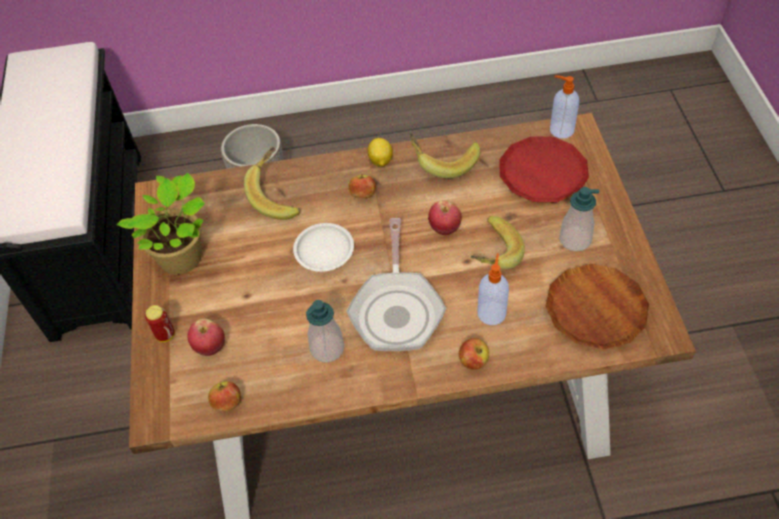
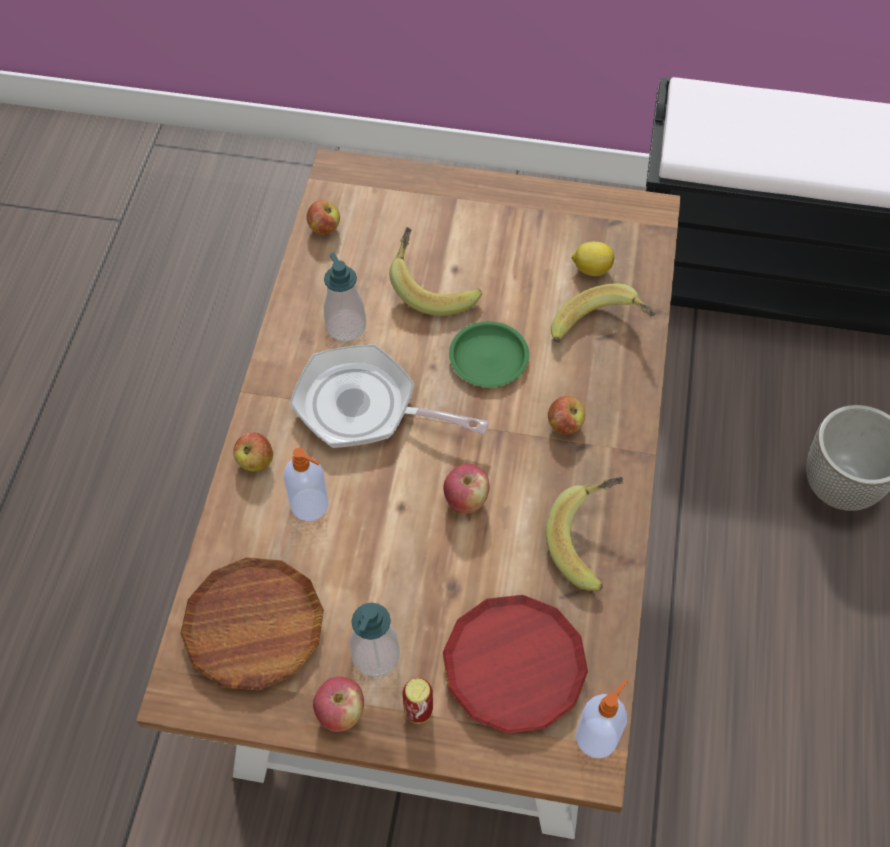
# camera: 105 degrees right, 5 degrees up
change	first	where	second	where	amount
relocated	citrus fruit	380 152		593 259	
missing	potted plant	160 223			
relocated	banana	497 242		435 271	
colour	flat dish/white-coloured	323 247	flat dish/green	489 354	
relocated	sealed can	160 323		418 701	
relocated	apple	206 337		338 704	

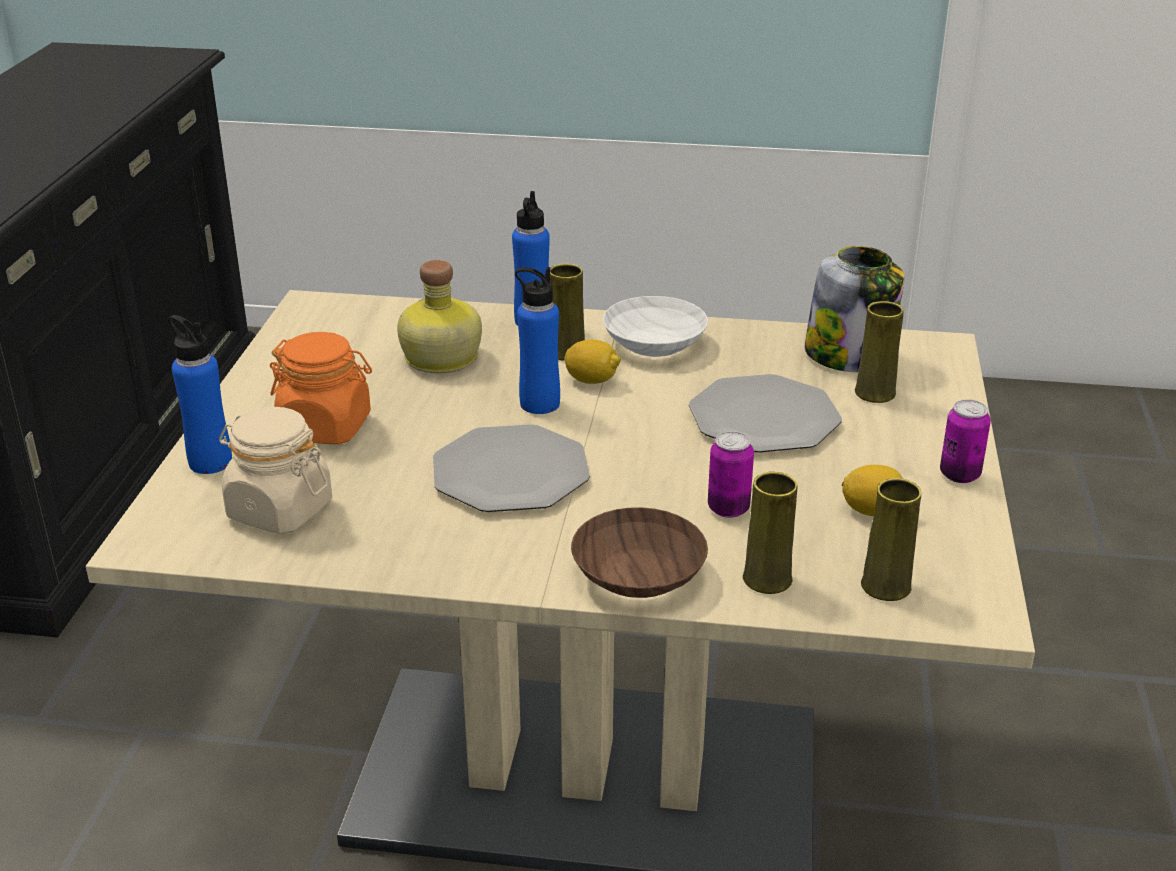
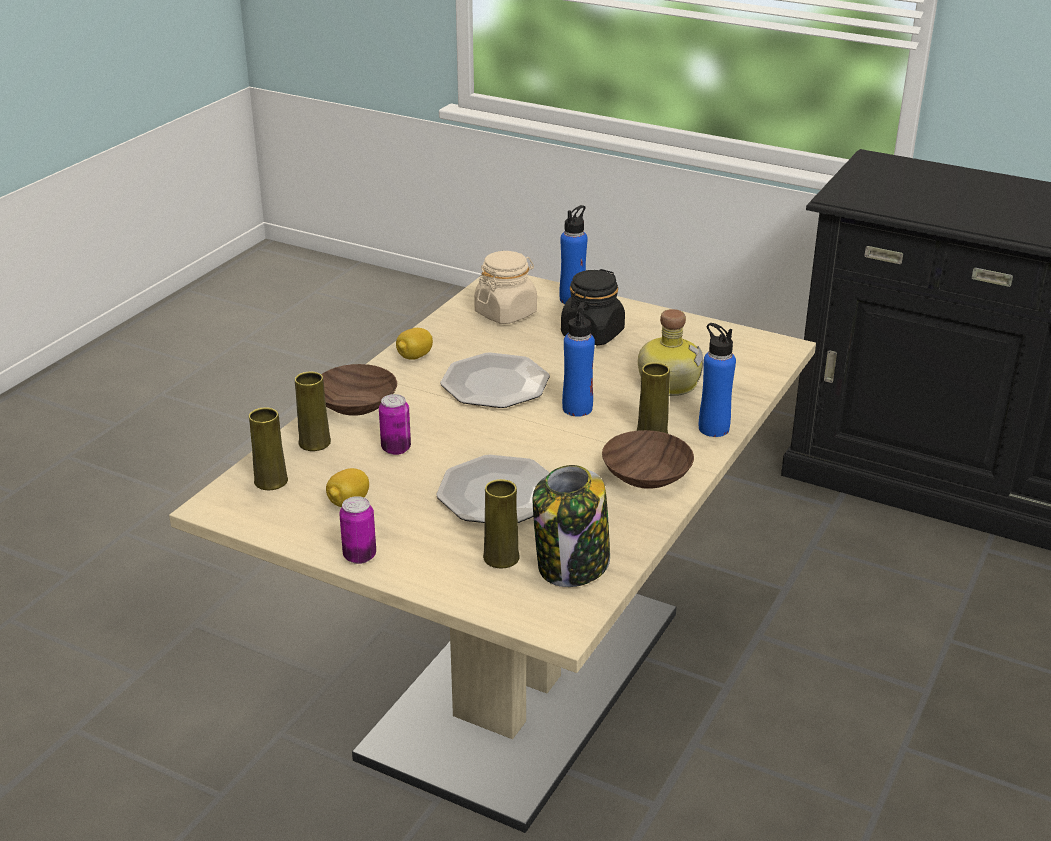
# camera: 110 degrees right, 0 degrees up
change	first	where	second	where	amount
colour	deep dish/white-coloured	655 326	deep dish/brown	648 459	
colour	preserve jar/orangey	321 388	preserve jar/blackish	593 307	
relocated	citrus fruit	592 362		414 344	

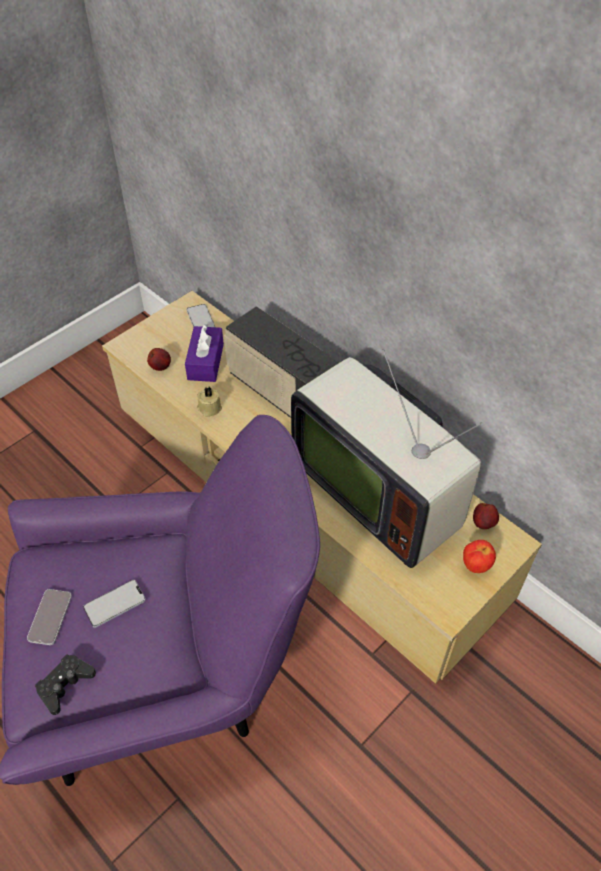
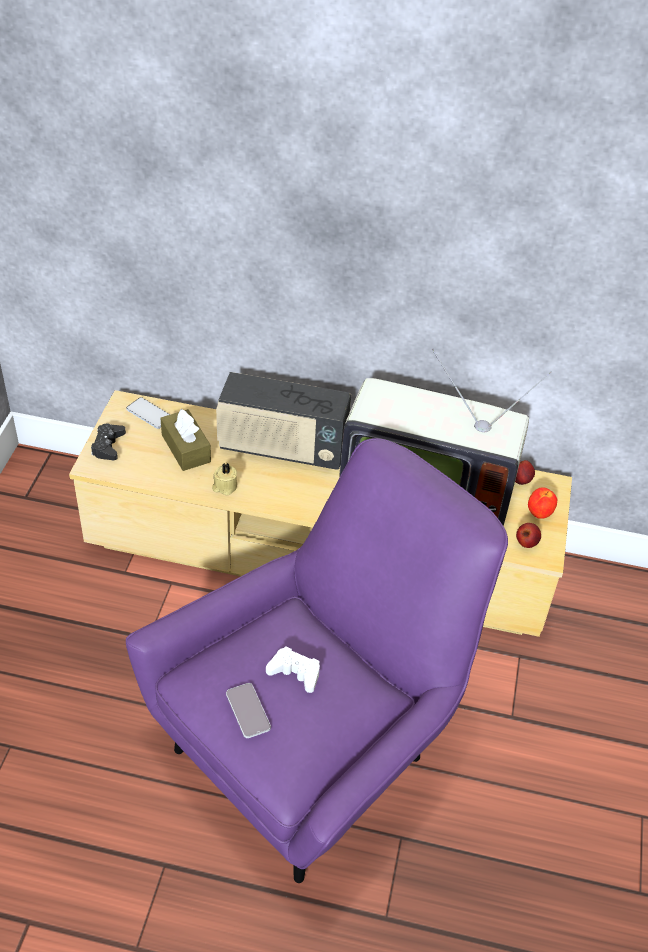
# camera: 35 degrees left, 5 degrees down
change	first	where	second	where	amount
colour	box of tissues/purple	204 353	box of tissues/brown	185 440	
relocated	apple	159 359		528 535	
exchanged	telephone	114 604	game controller/white-coloured	293 669	
relocated	game controller/blackish	65 684		108 442	

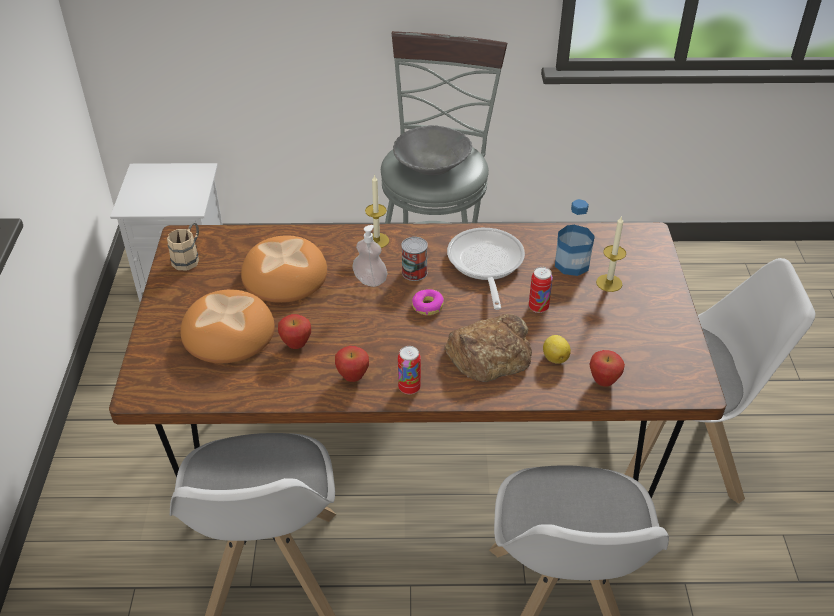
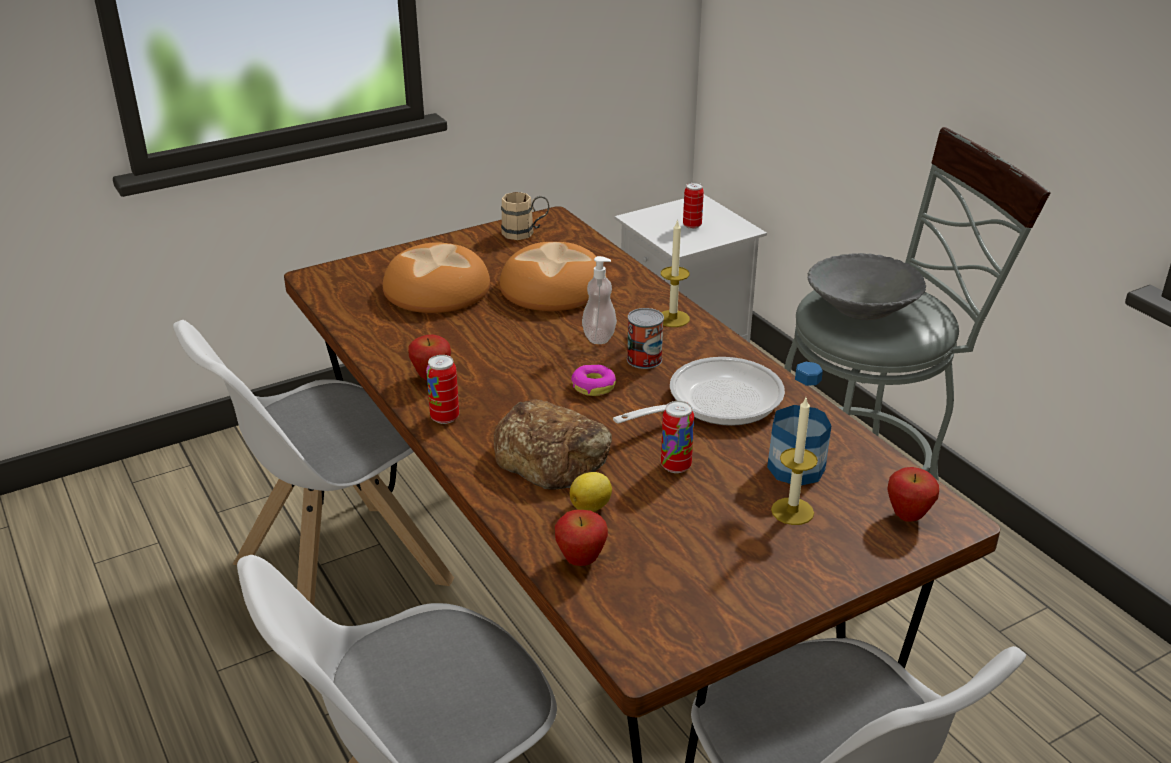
# camera: 60 degrees right, 10 degrees down
change	first	where	second	where	amount
relocated	apple	294 331		913 494	
appeared			sealed can	693 205	

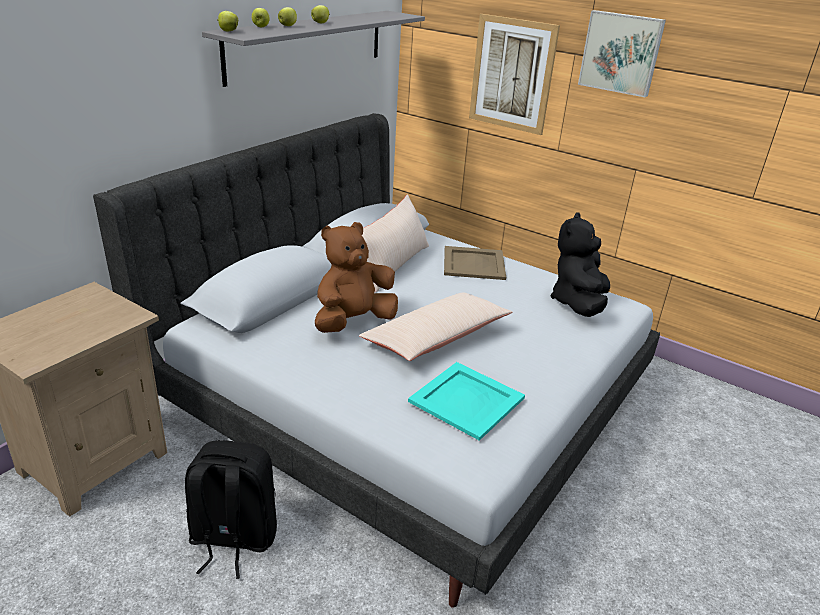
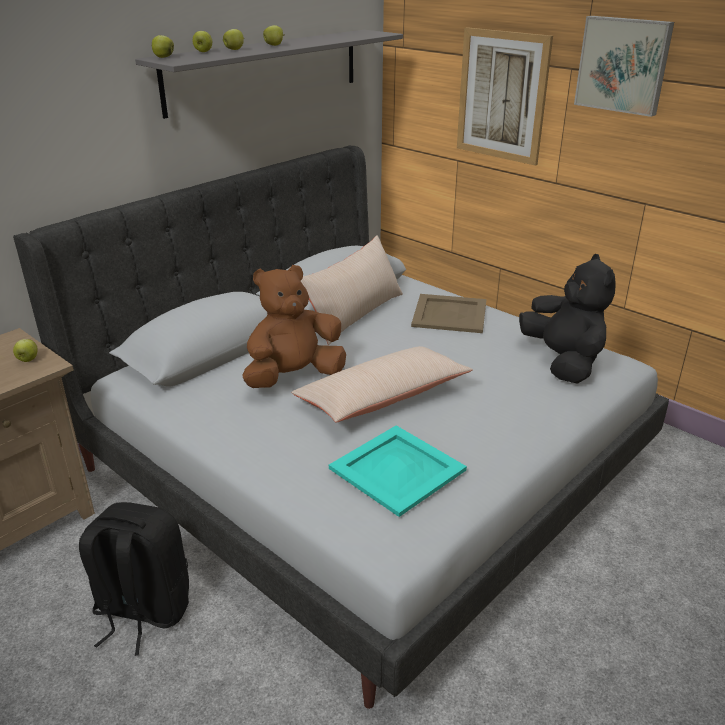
# camera: 10 degrees right, 0 degrees up
change	first	where	second	where	amount
spun	cuddly toy/blackish	580 264		567 319	135 degrees clockwise
appeared			apple	25 350	

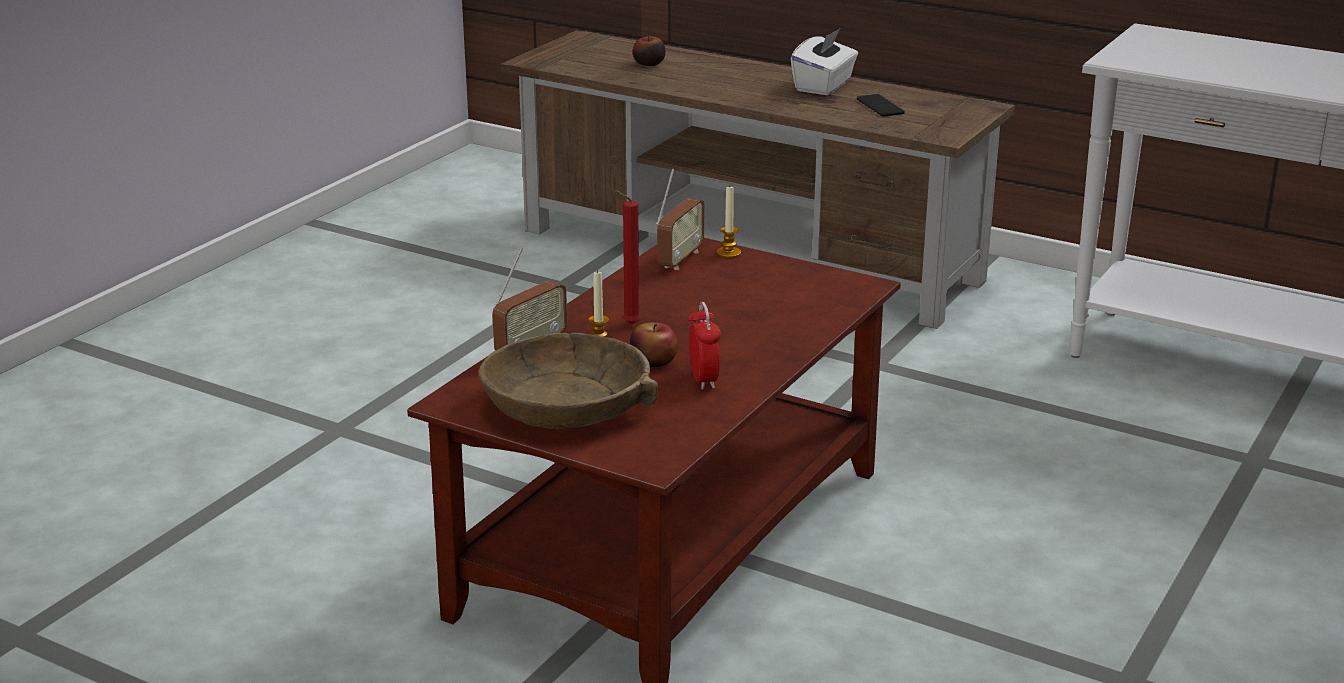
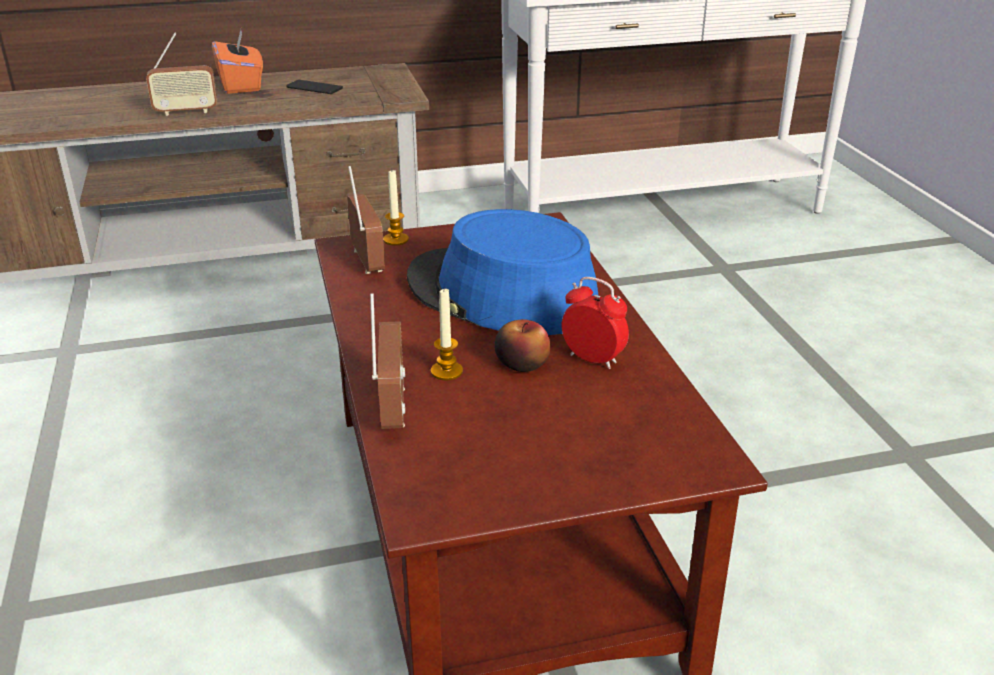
# camera: 45 degrees left, 5 degrees up
change	first	where	second	where	amount
colour	box of tissues/white-coloured	824 62	box of tissues/orangey	237 62	
missing	apple	649 50			
missing	candle/red	628 257			
missing	deep dish/brown	568 381			
appeared			radio	181 74	
appeared			wearable hat/bluish	502 272	

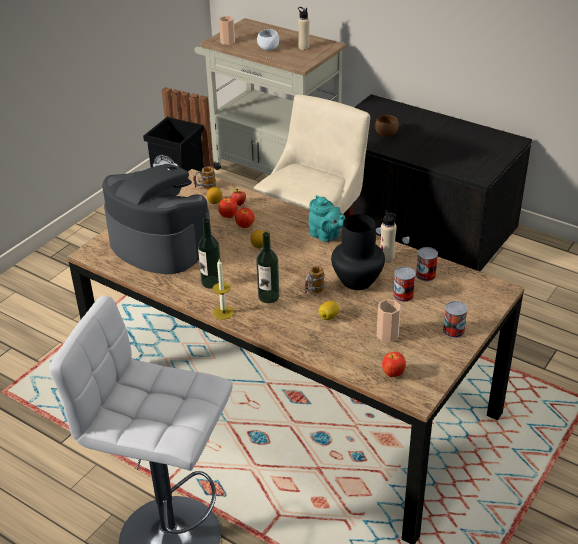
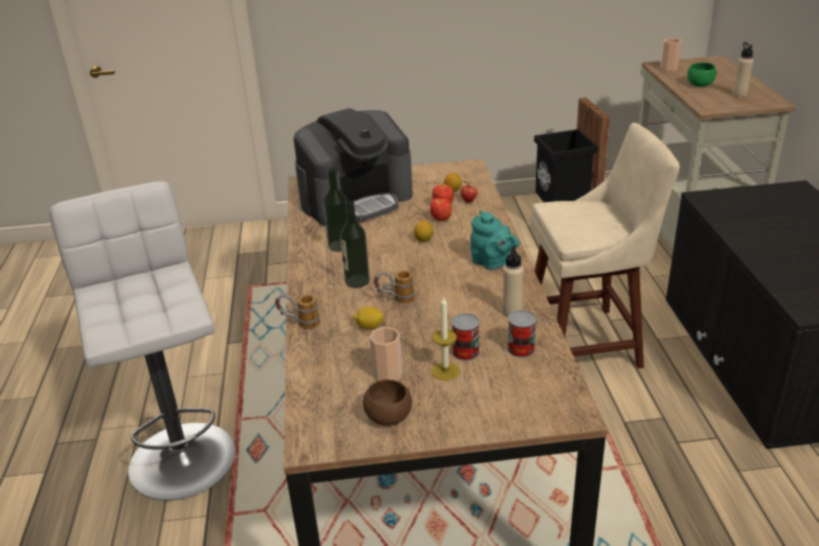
# camera: 50 degrees right, 5 degrees down
change	first	where	second	where	amount
colour	deep dish/white-coloured	268 39	deep dish/green	701 74	
relocated	deep dish/brown	387 126		387 402	
spun	coffee maker	156 219		353 167	60 degrees clockwise
relocated	coffee mug	204 178		297 311	
spun	pot for tea/blue-green	327 218		494 240	45 degrees counterclockwise
missing	vase/blackish	358 252			
relocated	candle	223 289		446 338	
missing	sealed can	455 319			
missing	apple	394 364			

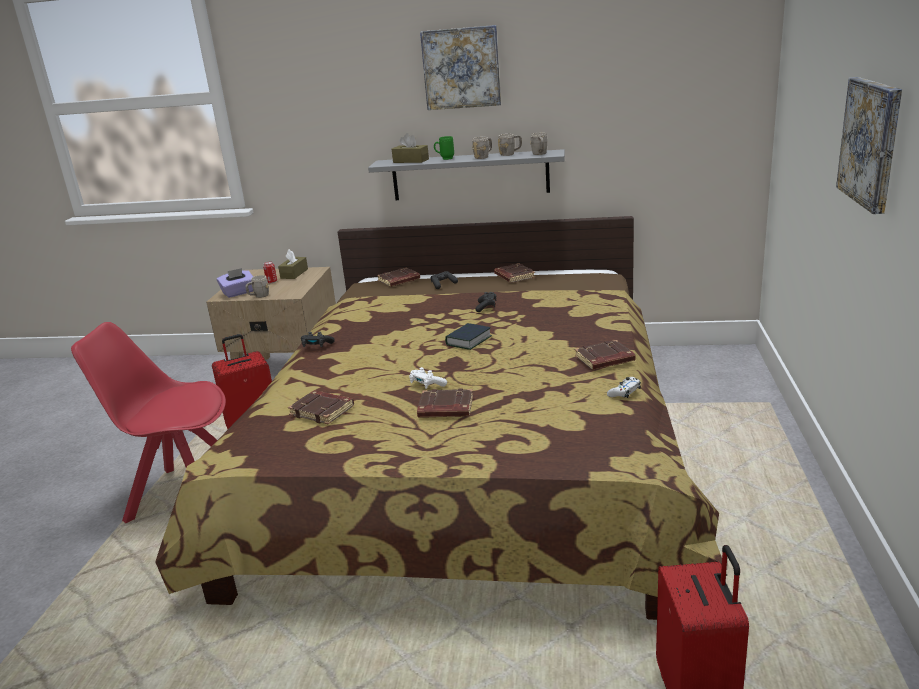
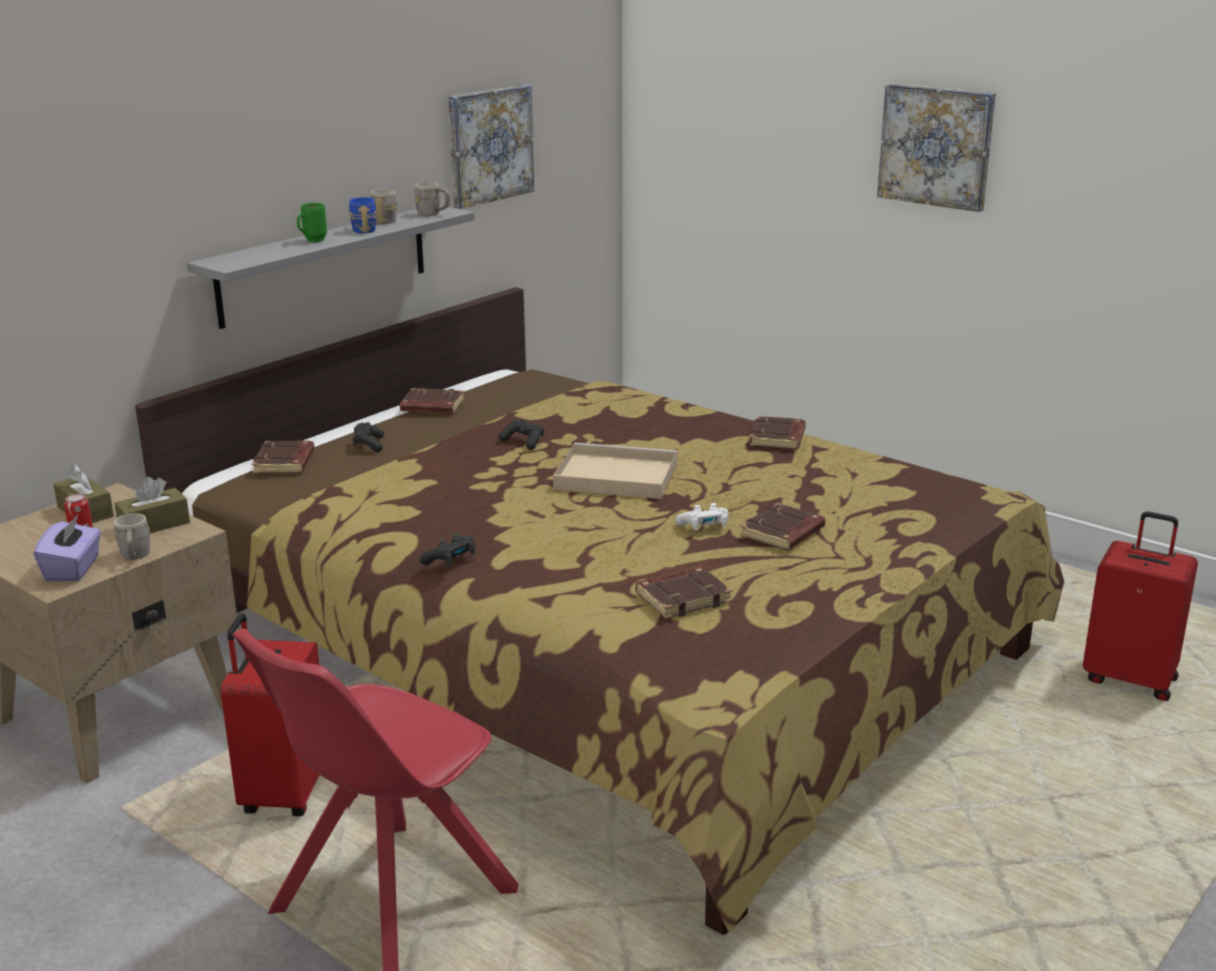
# camera: 60 degrees left, 0 degrees up
change	first	where	second	where	amount
relocated	wall picture	460 67		491 147	
relocated	box of tissues/brown	410 148		152 505	
colour	coffee mug/greyish	482 148	coffee mug/bluish	363 215	
exchanged	volume	468 336	tray/sand-coloured	615 471	
missing	game controller/white-coloured	624 387			

